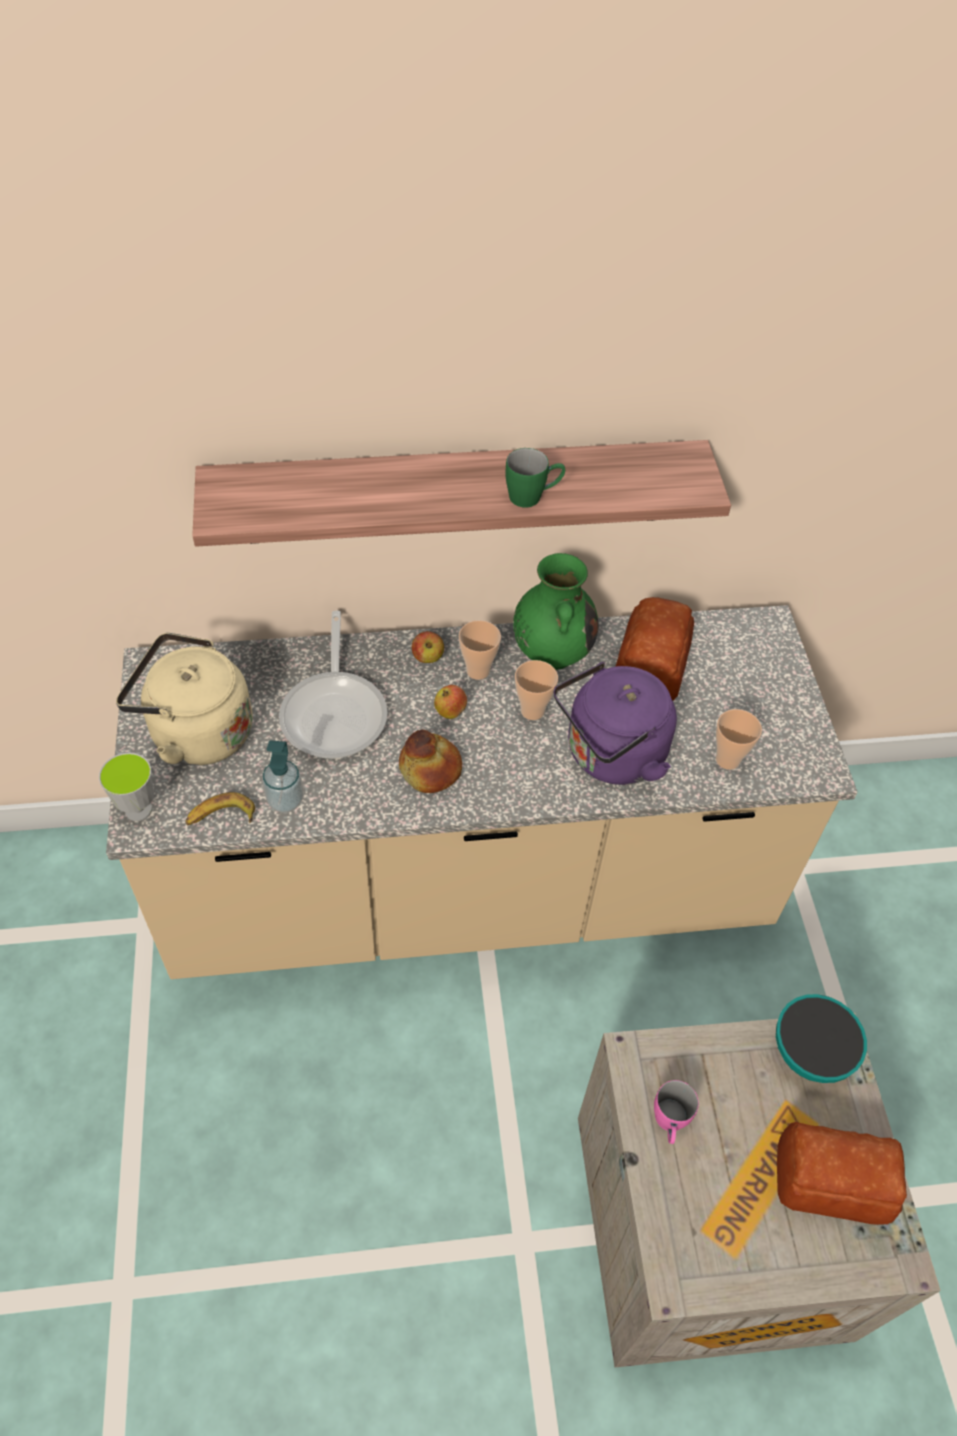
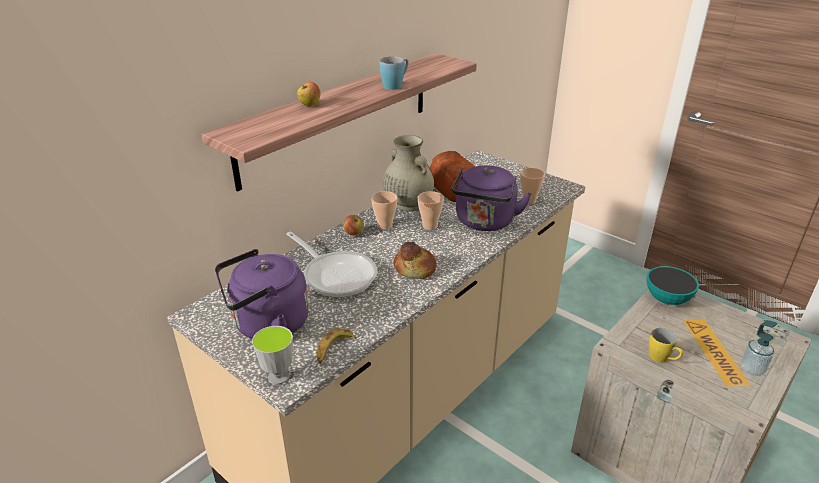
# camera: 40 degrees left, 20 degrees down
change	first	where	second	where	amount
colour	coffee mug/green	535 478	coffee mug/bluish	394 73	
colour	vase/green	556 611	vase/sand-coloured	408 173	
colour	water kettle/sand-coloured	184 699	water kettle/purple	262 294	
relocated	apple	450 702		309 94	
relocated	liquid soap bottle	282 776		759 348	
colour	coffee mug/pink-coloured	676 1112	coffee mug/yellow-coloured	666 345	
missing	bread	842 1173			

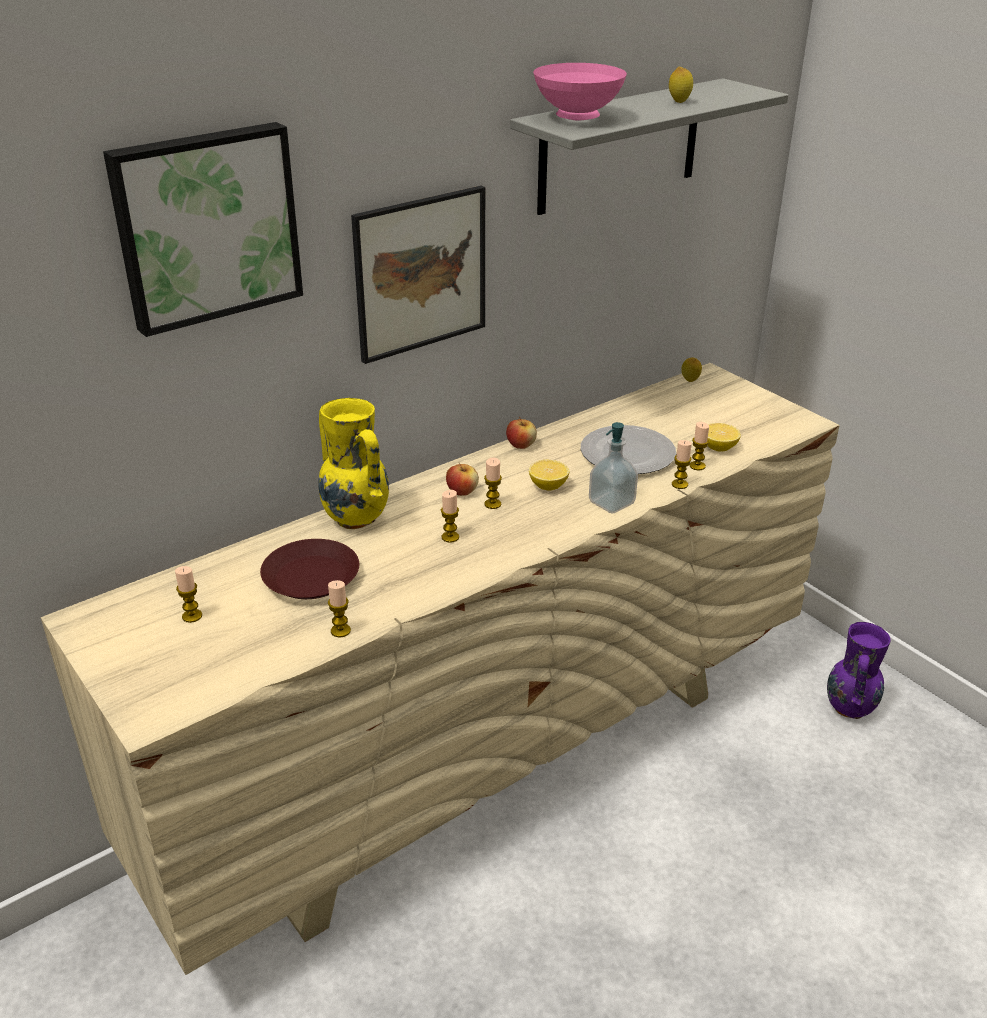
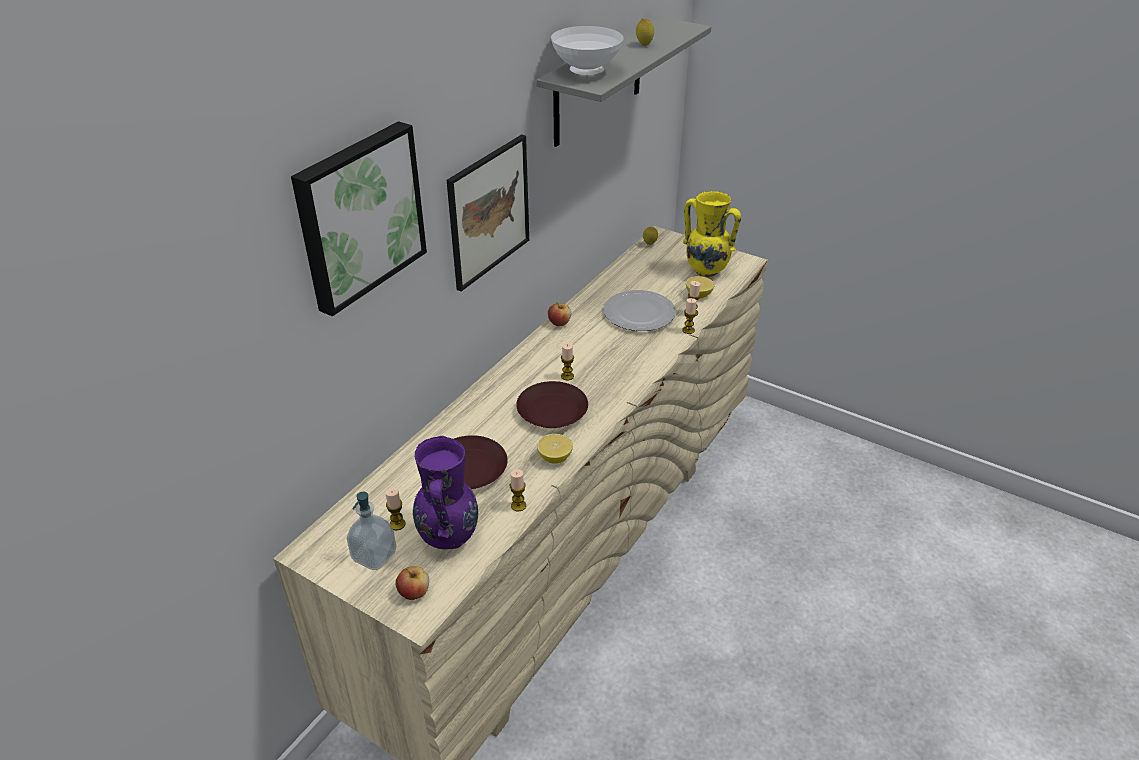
# camera: 20 degrees left, 5 degrees up
change	first	where	second	where	amount
colour	deep dish/pink-coloured	580 91	deep dish/white-coloured	587 50	
relocated	vase/yellow-coloured	353 463		712 234	
relocated	liquid soap bottle	613 468		371 531	
relocated	citrus fruit	549 475		555 449	
relocated	apple	462 479		412 583	
exchanged	candle	450 516	flat dish/brown	552 404	
relocated	vase/purple	858 670		445 493	

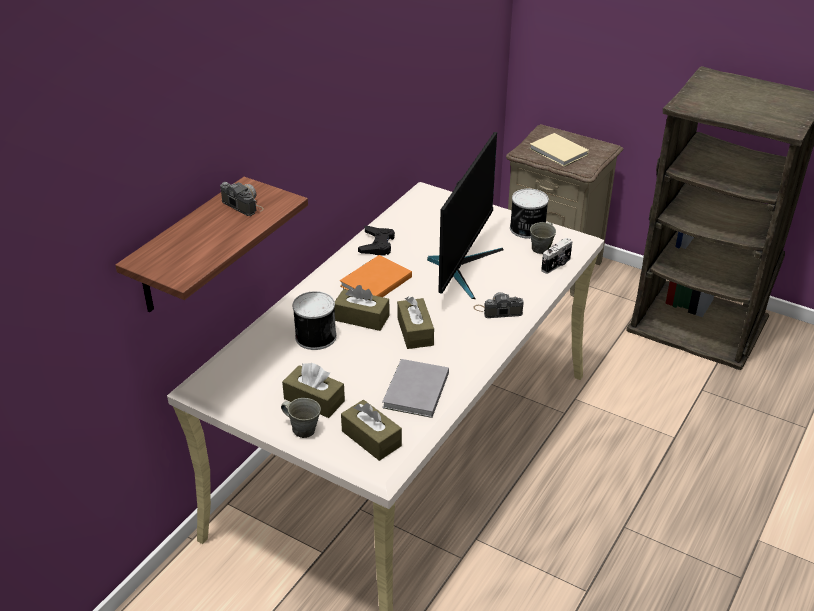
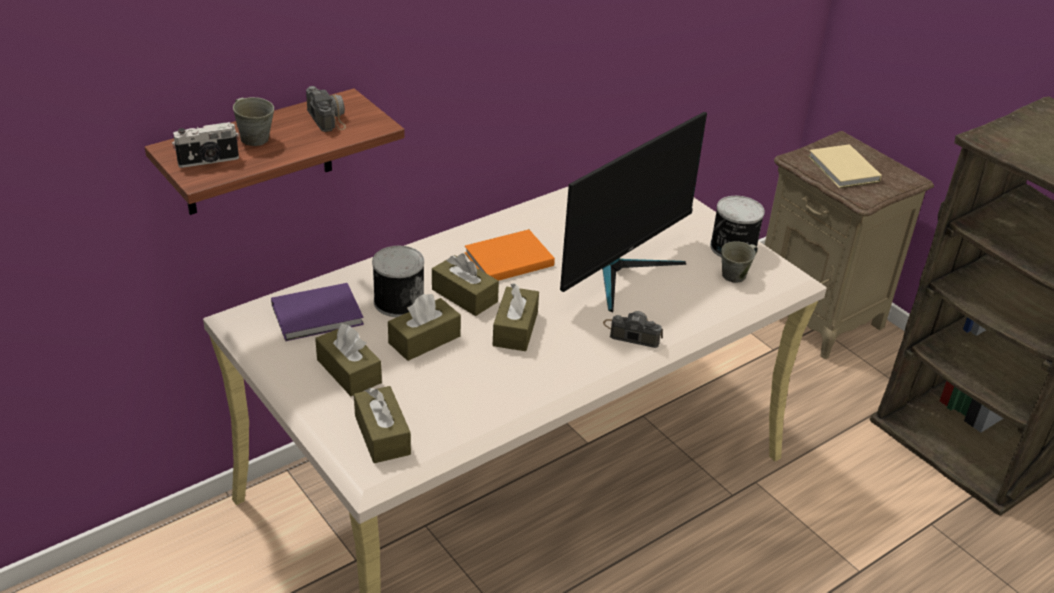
# camera: 20 degrees right, 0 degrees up
change	first	where	second	where	amount
missing	game controller/blackish	376 241			
relocated	still camera	557 256		205 145	
missing	volume/greyish	415 388			
relocated	coffee mug/greyish	301 418		253 121	
appeared			volume/purple	317 312	
appeared			box of tissues/brown	424 327	

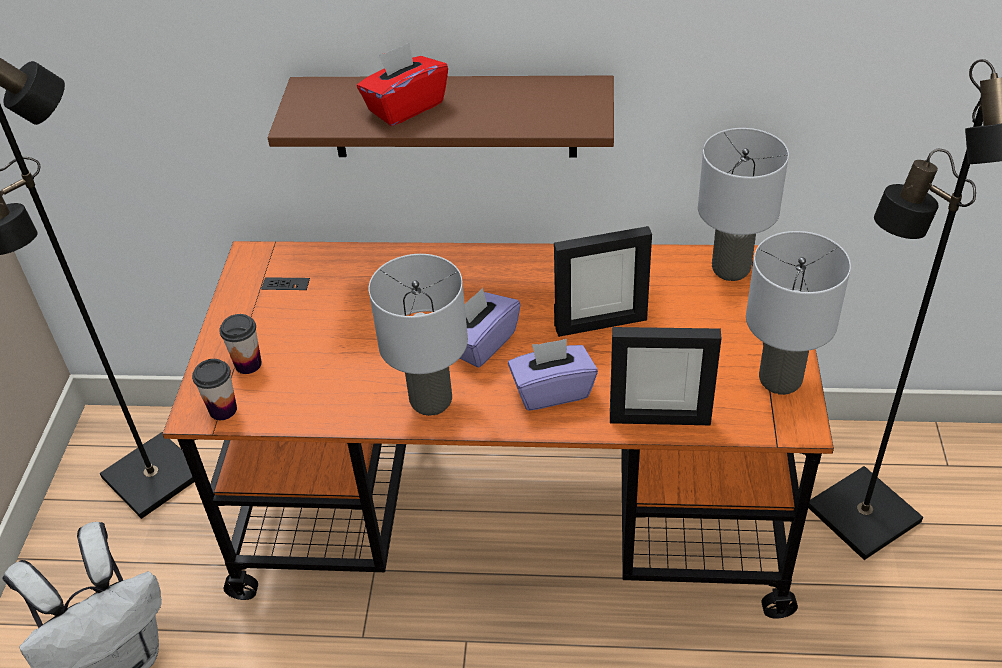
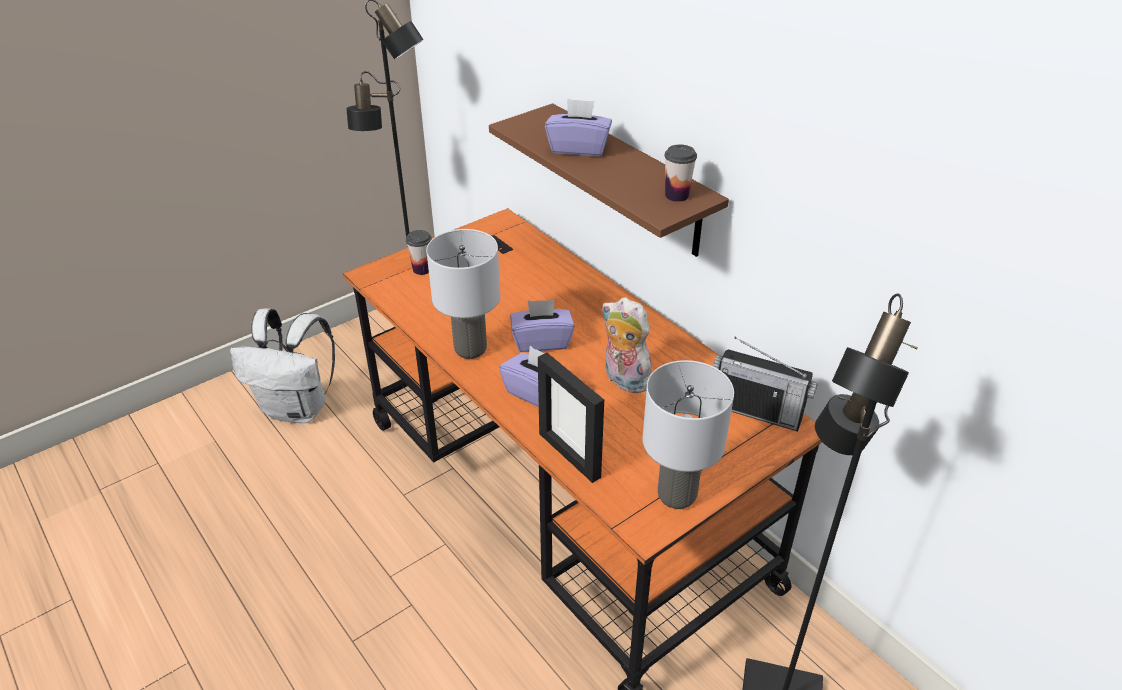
# camera: 45 degrees right, 5 degrees down
change	first	where	second	where	amount
colour	box of tissues/red	402 84	box of tissues/purple	578 127	
exchanged	table lamp/white-coloured	743 204	radio	765 384	
exchanged	standing frame	603 281	cuddly toy	627 345	
relocated	small cup	214 389		681 173	

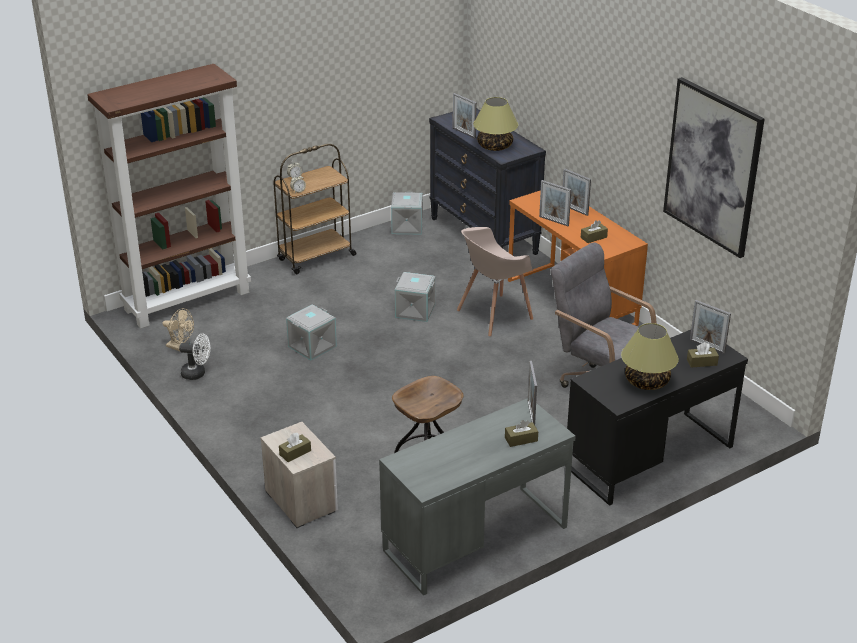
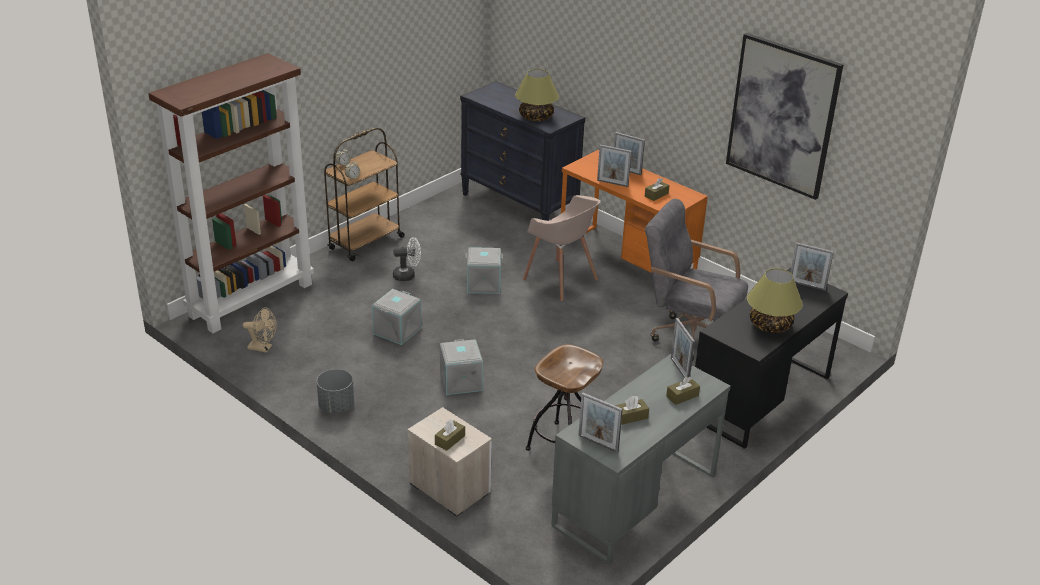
# camera: 15 degrees left, 0 degrees up
change	first	where	second	where	amount
relocated	standing frame	465 115		600 423	
relocated	storage bin/greyish	407 213		461 367	
spun	chair/sand-coloured	495 282		562 248	90 degrees counterclockwise
relocated	fan/white-coloured	194 356		407 259	
relocated	box of tissues/brown	703 355		632 410	
appeared			planter/greyish	335 391	

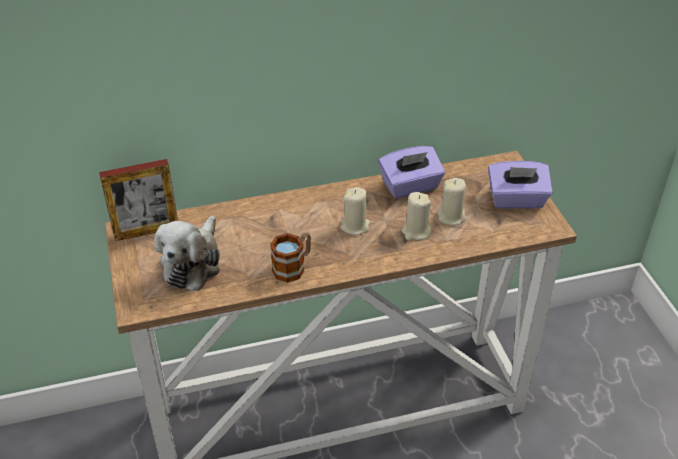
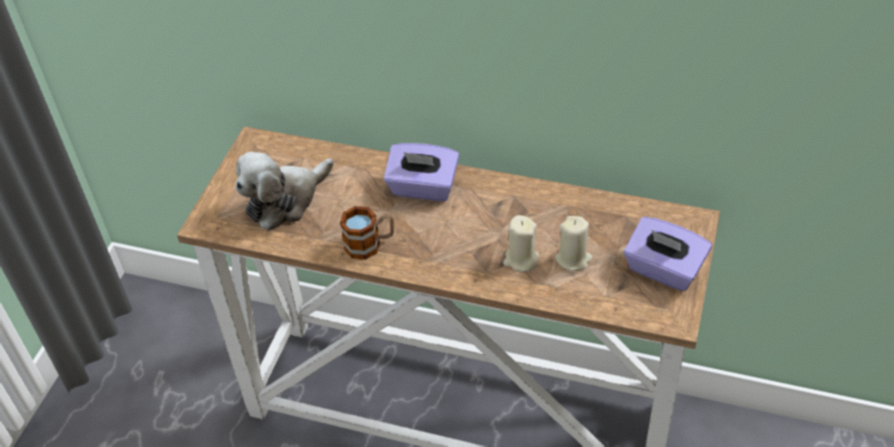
# camera: 35 degrees right, 5 degrees up
change	first	where	second	where	amount
relocated	box of tissues/purple	411 172		421 172	
missing	standing frame	138 200			
missing	candle/sand-coloured	355 211			

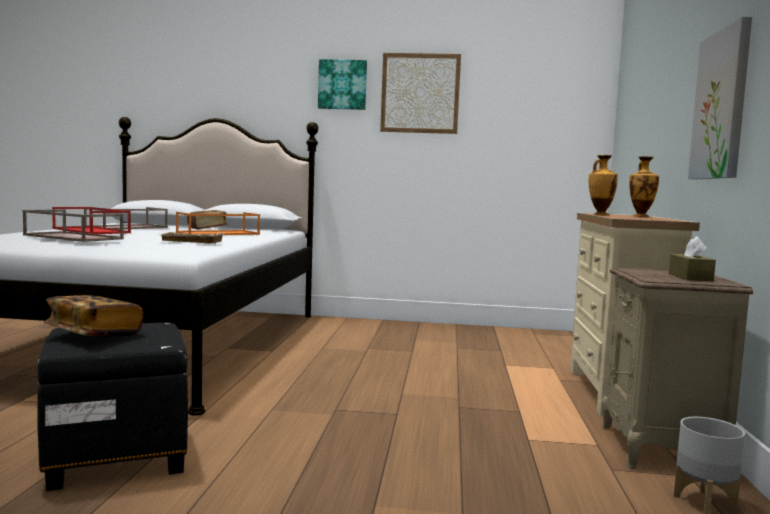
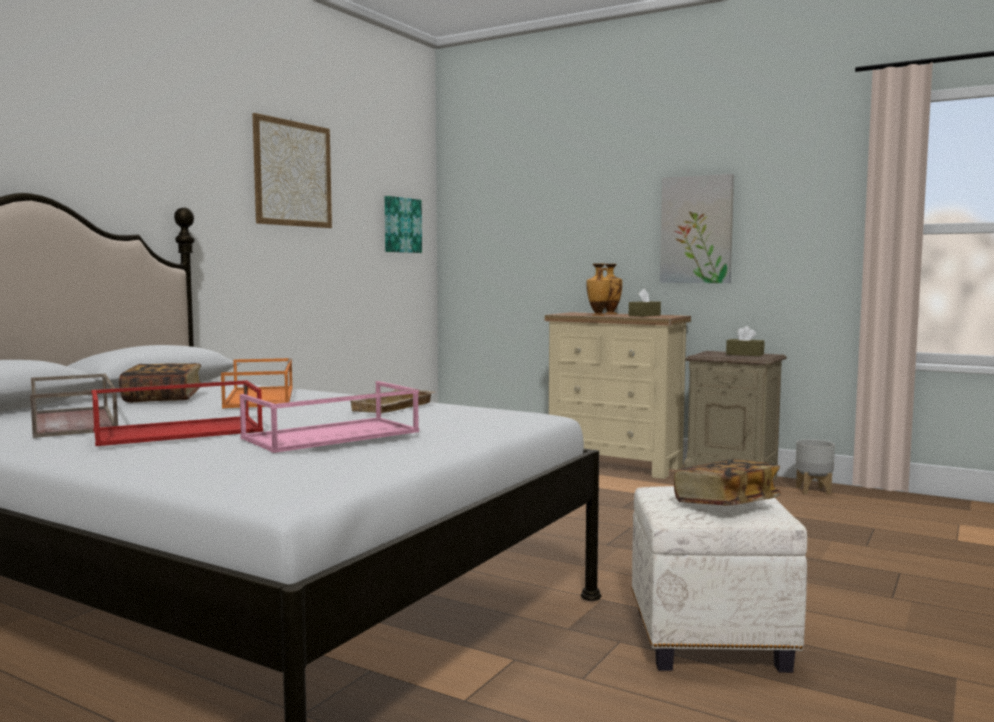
# camera: 65 degrees left, 0 degrees up
change	first	where	second	where	amount
relocated	wall picture	342 84		403 224	
colour	tray/brown	73 225	tray/pink-coloured	329 417	
colour	ottoman/blackish	112 406	ottoman/white-coloured	719 579	
appeared			box of tissues/brown	645 302	

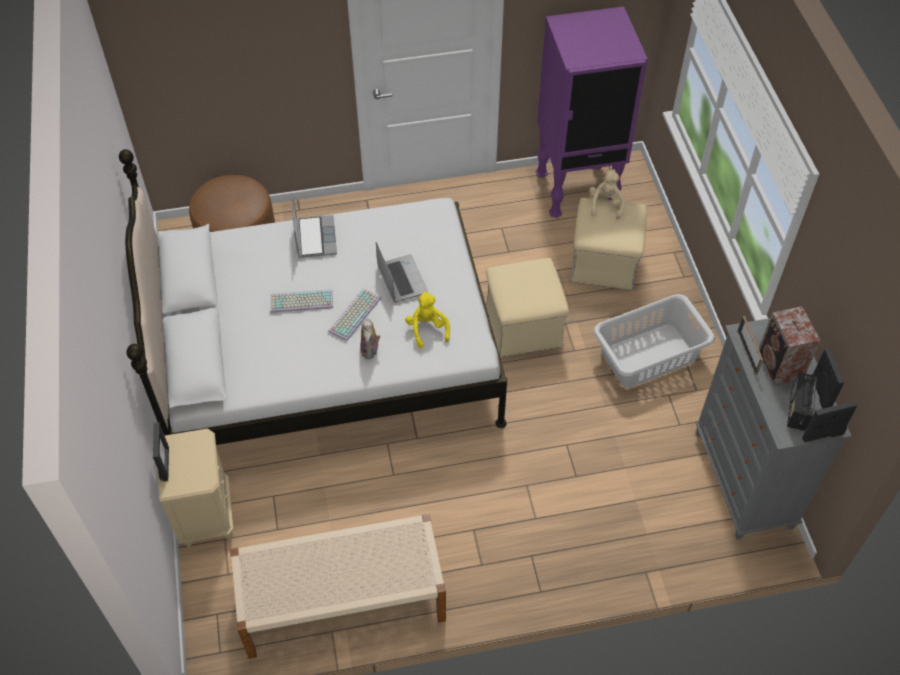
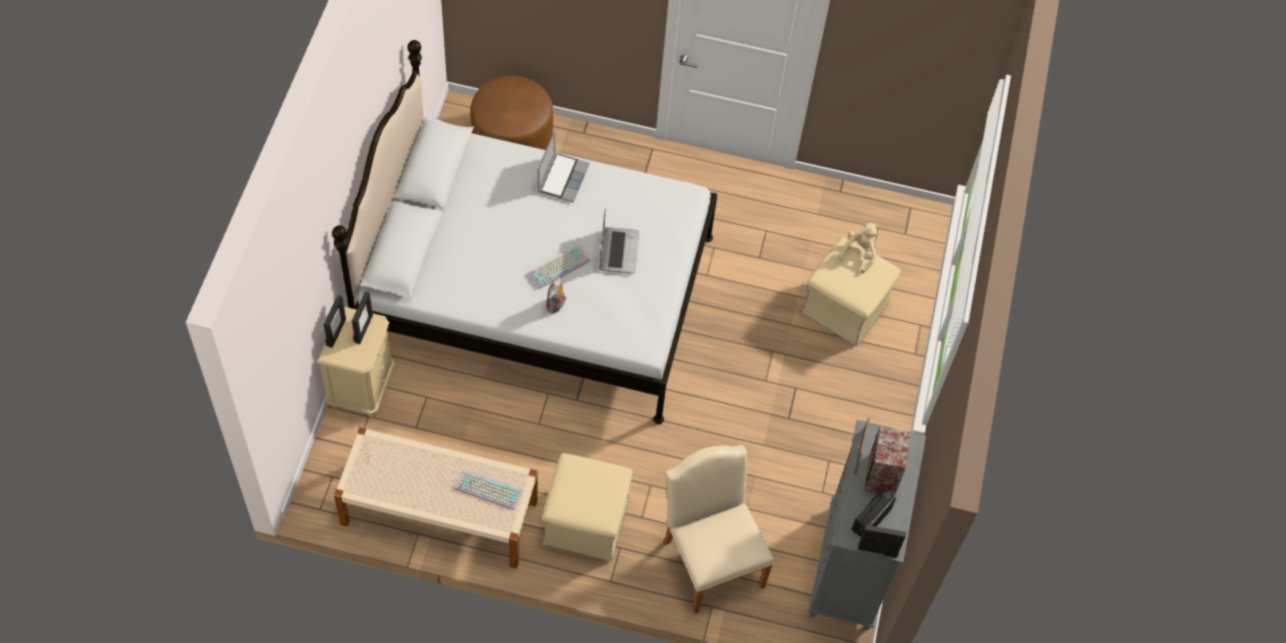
# camera: 20 degrees right, 5 degrees up
change	first	where	second	where	amount
missing	cupboard/purple	592 112			
relocated	ottoman/sand-coloured	527 307		587 507	
relocated	PC keyboard	301 301		488 489	
missing	cuddly toy/yellow-coloured	427 319			
missing	laundry basket/greyish	653 341			
relocated	standing frame	828 378		362 318	
appeared			chair/sand-coloured	718 529	

